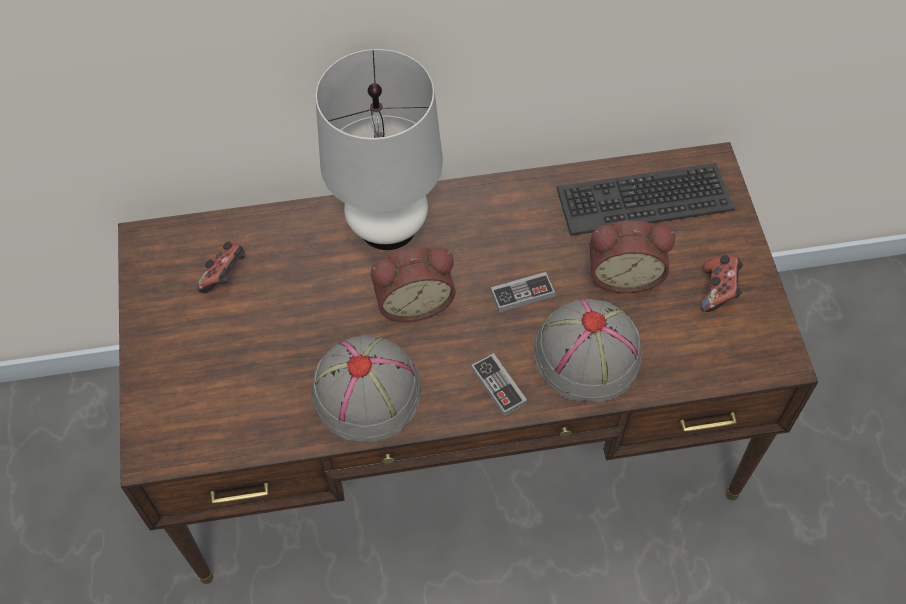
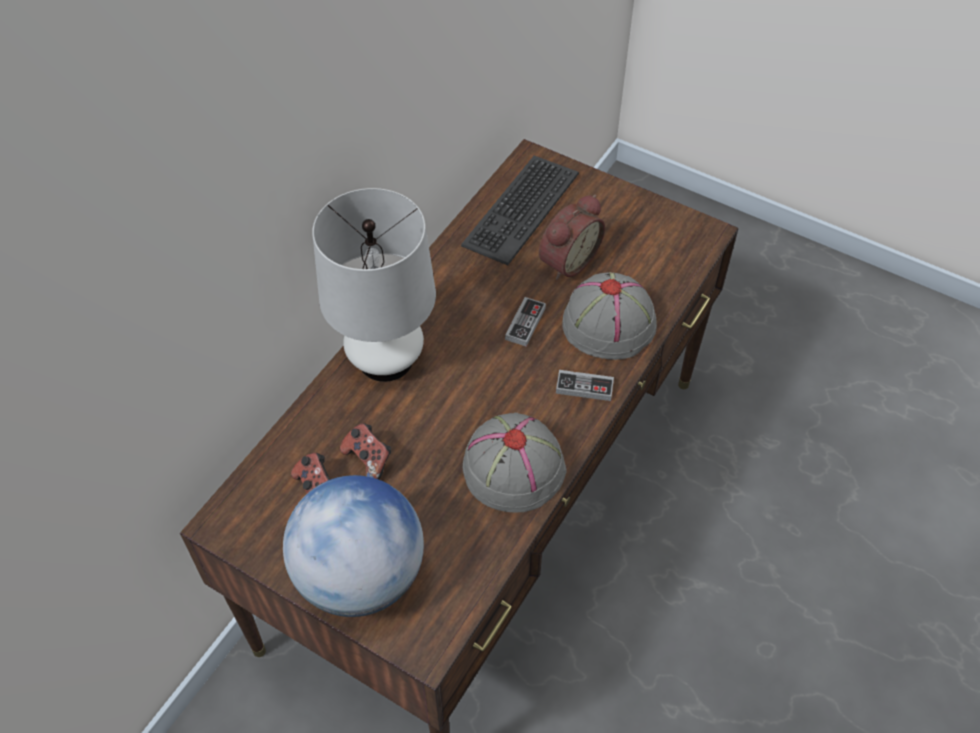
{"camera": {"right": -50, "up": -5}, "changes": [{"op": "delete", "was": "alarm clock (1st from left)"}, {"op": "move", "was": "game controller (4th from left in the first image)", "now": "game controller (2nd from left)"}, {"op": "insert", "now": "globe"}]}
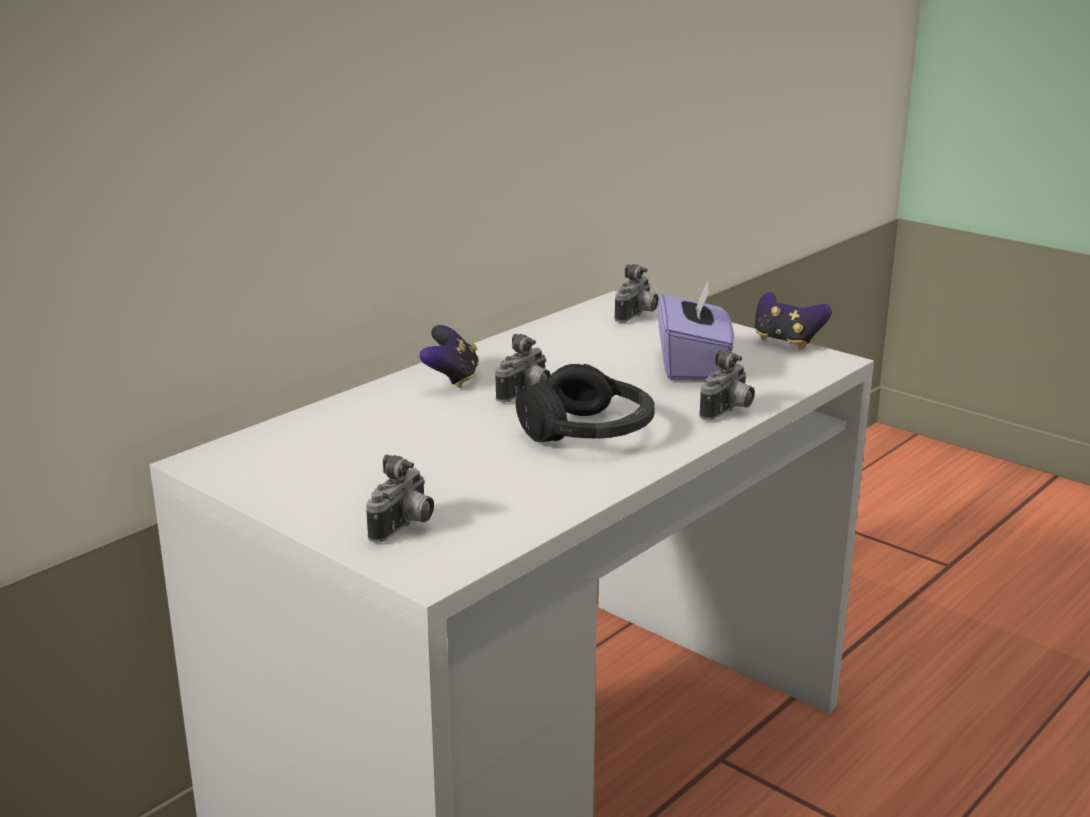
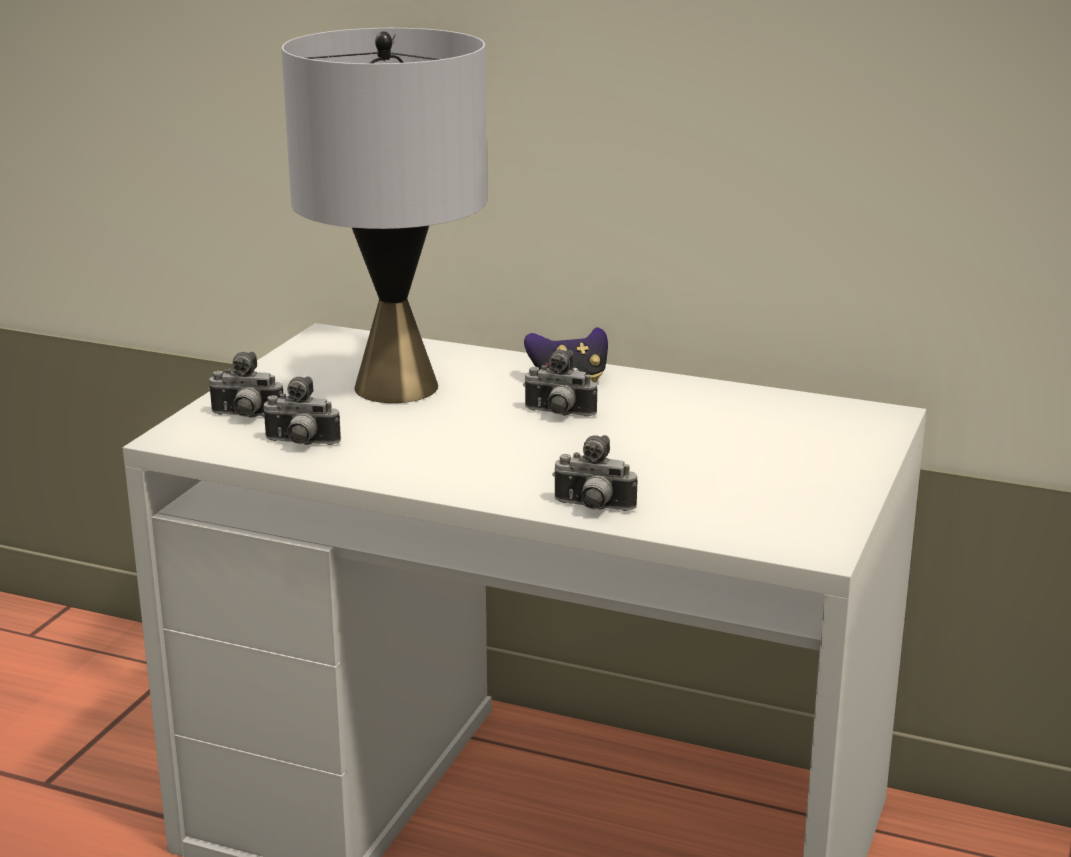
{"camera": {"right": 70, "up": 0}, "changes": [{"op": "move", "was": "photo camera (3rd from left in the first image)", "now": "photo camera (2nd from left)"}, {"op": "delete", "was": "tissue box (purple)"}, {"op": "delete", "was": "game controller (2nd from left)"}, {"op": "delete", "was": "headphones (black)"}, {"op": "insert", "now": "table lamp (grey)"}]}
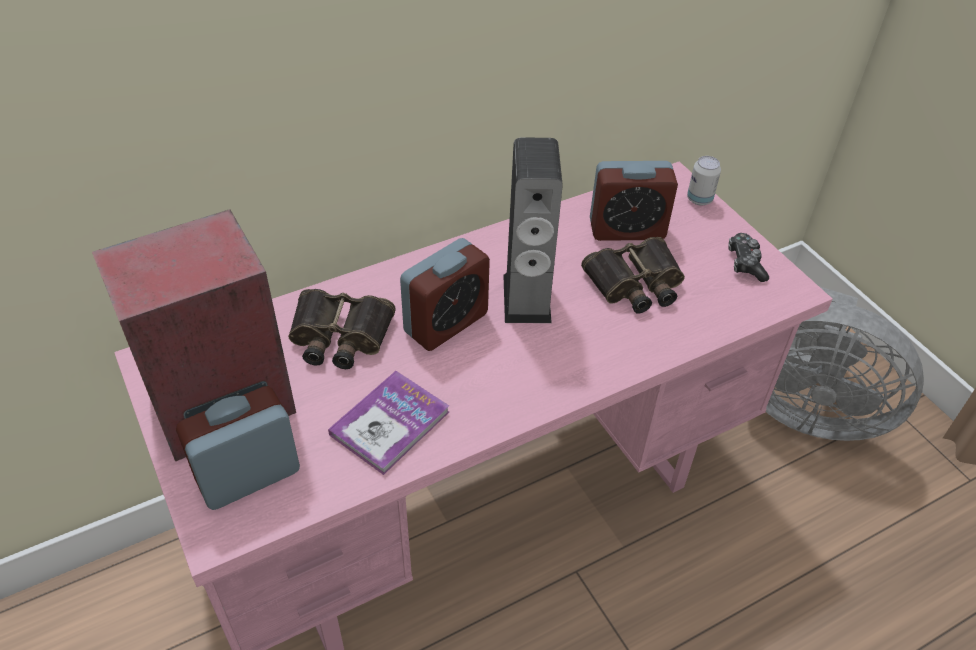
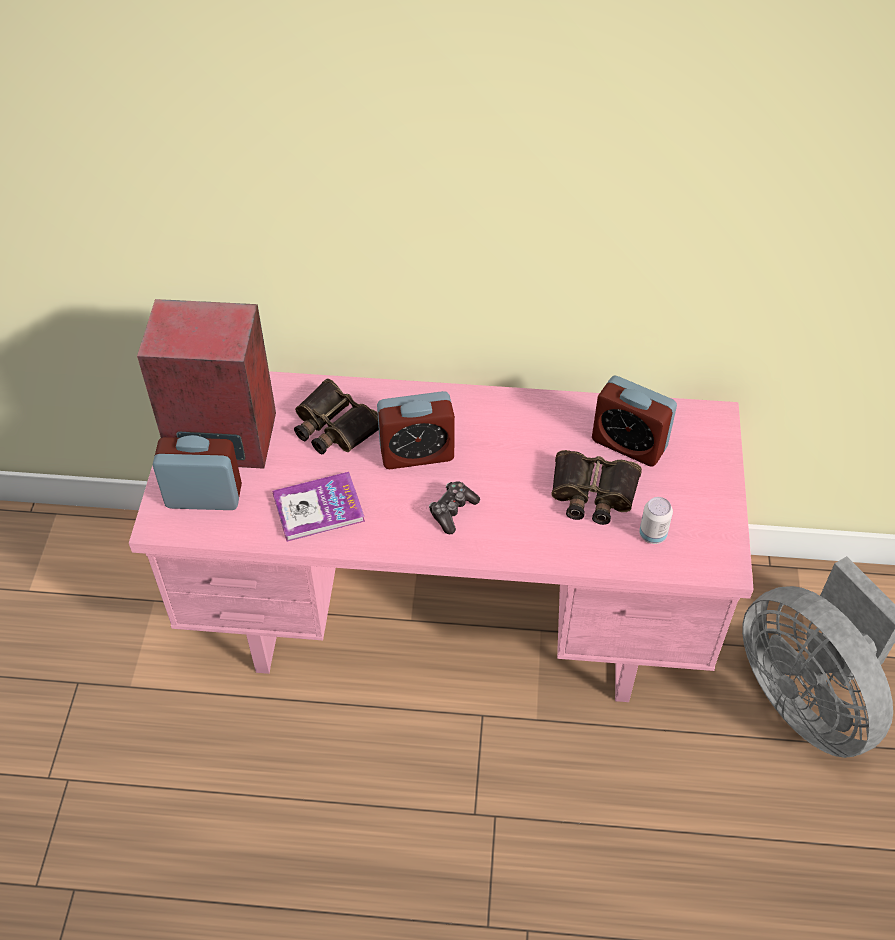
{"camera": {"right": 35, "up": 5}, "changes": [{"op": "delete", "was": "speaker (2nd from left)"}, {"op": "move", "was": "can"}, {"op": "move", "was": "game controller"}]}
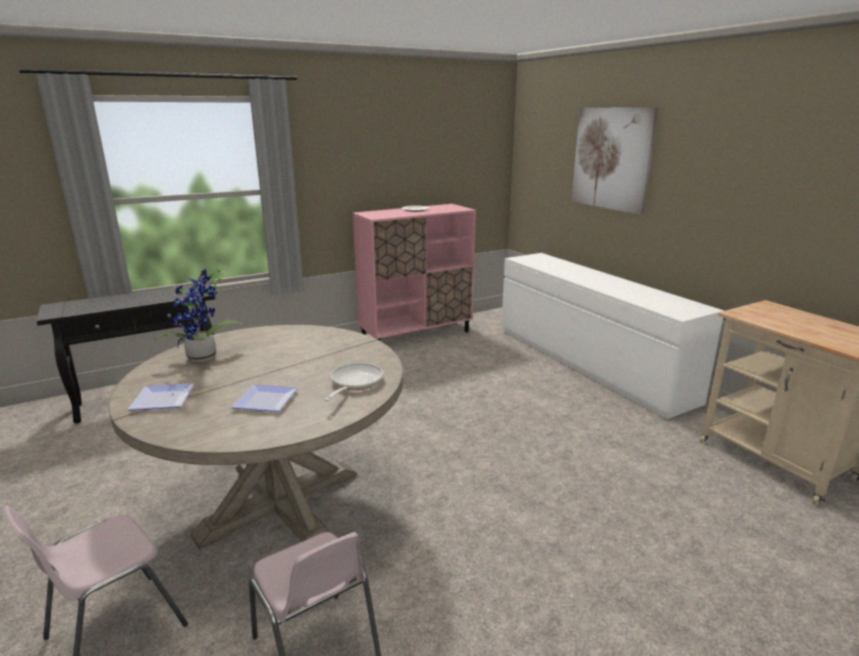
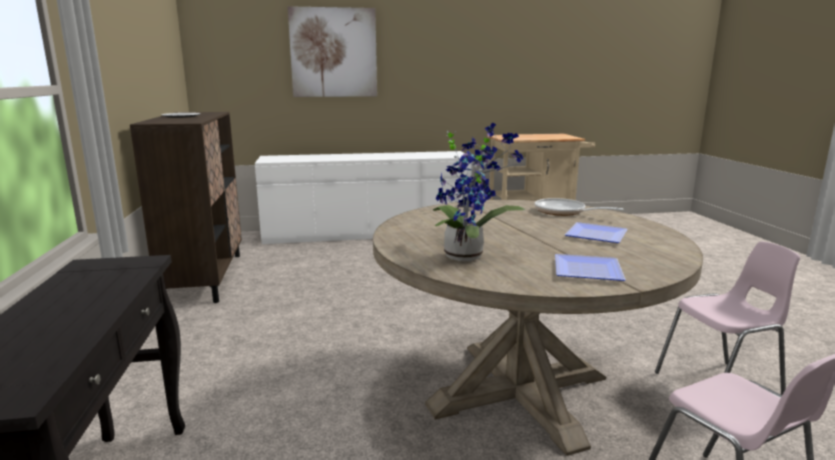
{"camera": {"right": -70, "up": -5}, "changes": [{"op": "recolor", "was": "cabinet (pink)", "now": "cabinet (brown)"}]}
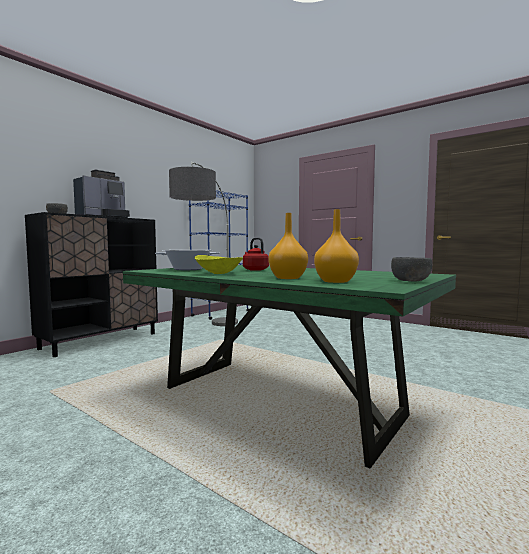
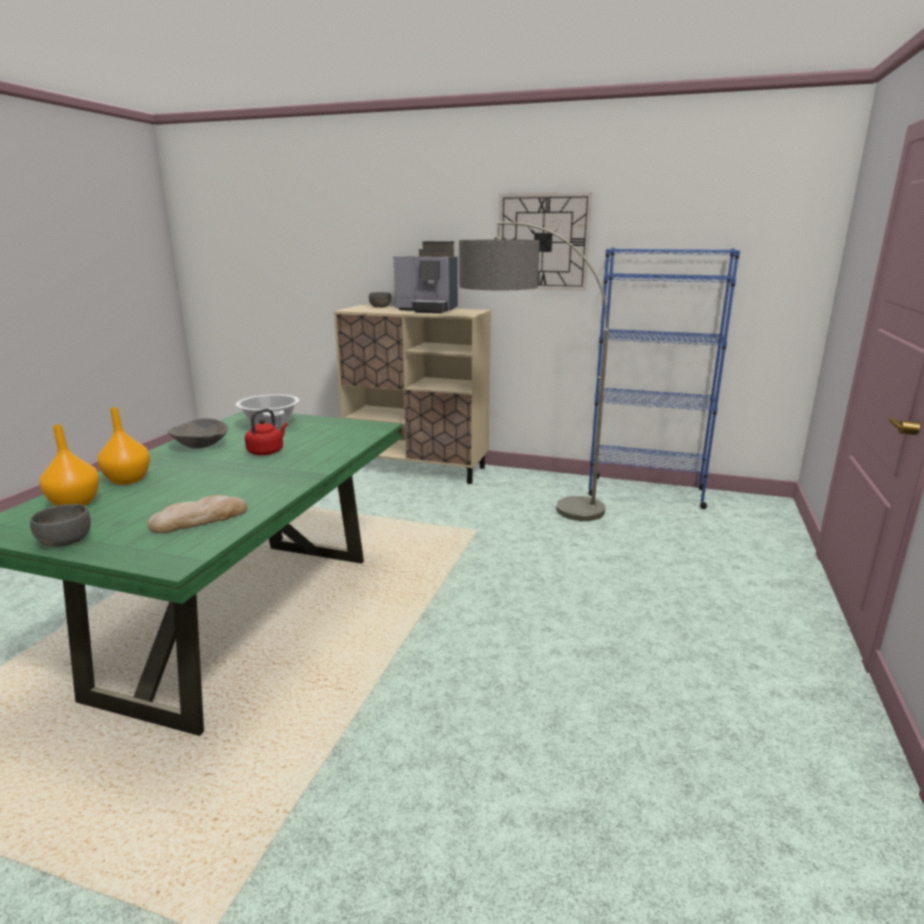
{"camera": {"right": 70, "up": 15}, "changes": [{"op": "recolor", "was": "cabinet (black)", "now": "cabinet (beige)"}, {"op": "recolor", "was": "bowl (yellow)", "now": "bowl (grey) (2nd from left)"}, {"op": "insert", "now": "wall clock"}, {"op": "insert", "now": "bread"}]}
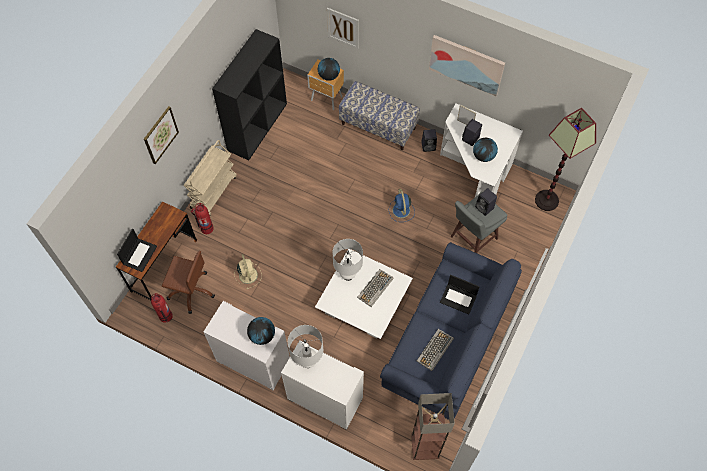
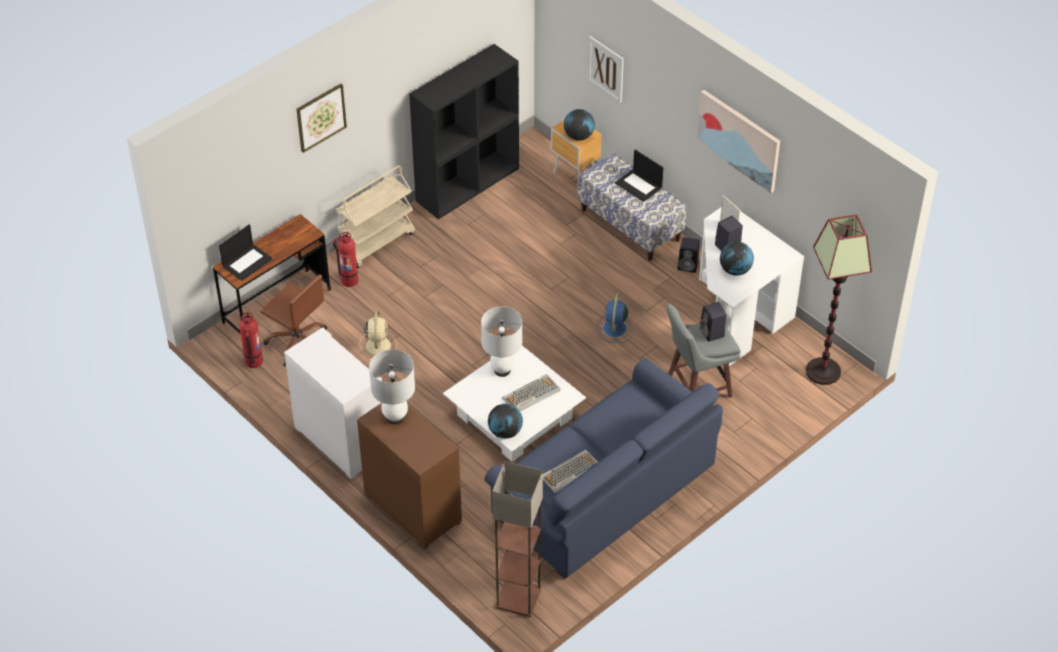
{"camera": {"right": 20, "up": -15}, "changes": [{"op": "move", "was": "laptop (2nd from left)"}, {"op": "move", "was": "globe (1st from left)"}, {"op": "recolor", "was": "cabinet (white) (2nd from left)", "now": "cabinet (brown)"}]}
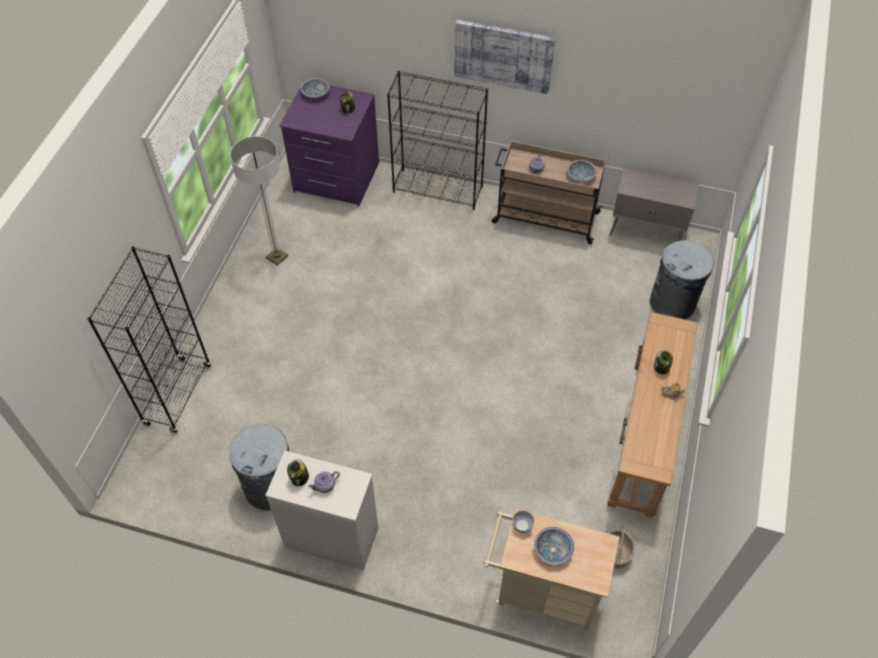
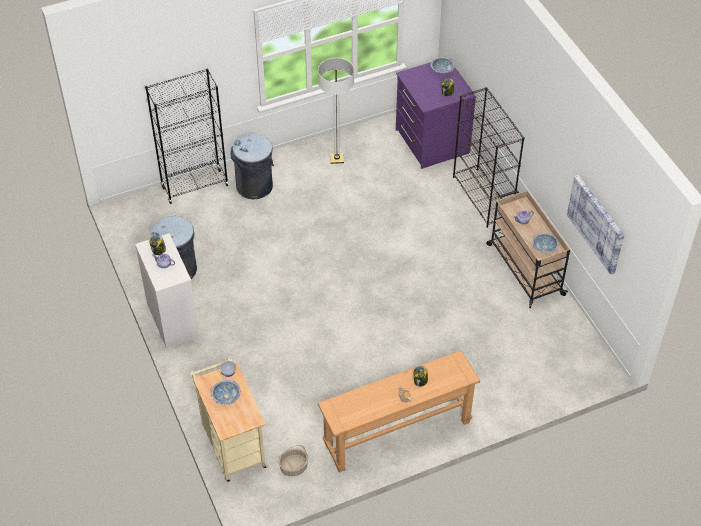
{"camera": {"right": 50, "up": -5}, "changes": [{"op": "move", "was": "picture"}, {"op": "delete", "was": "cabinet (grey)"}, {"op": "move", "was": "trash can (grey) (2nd from left)"}]}
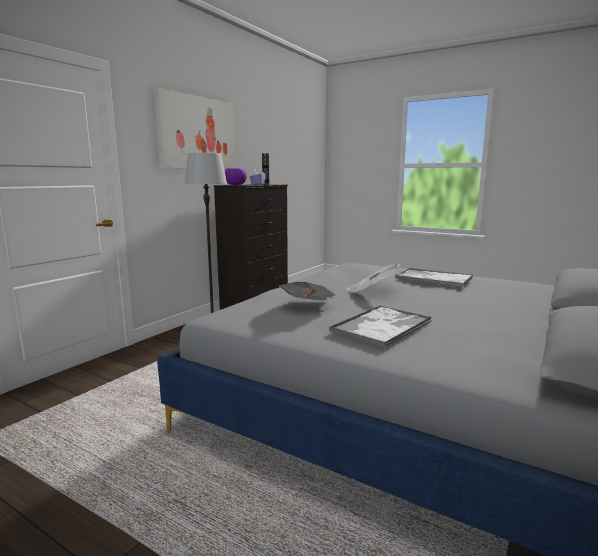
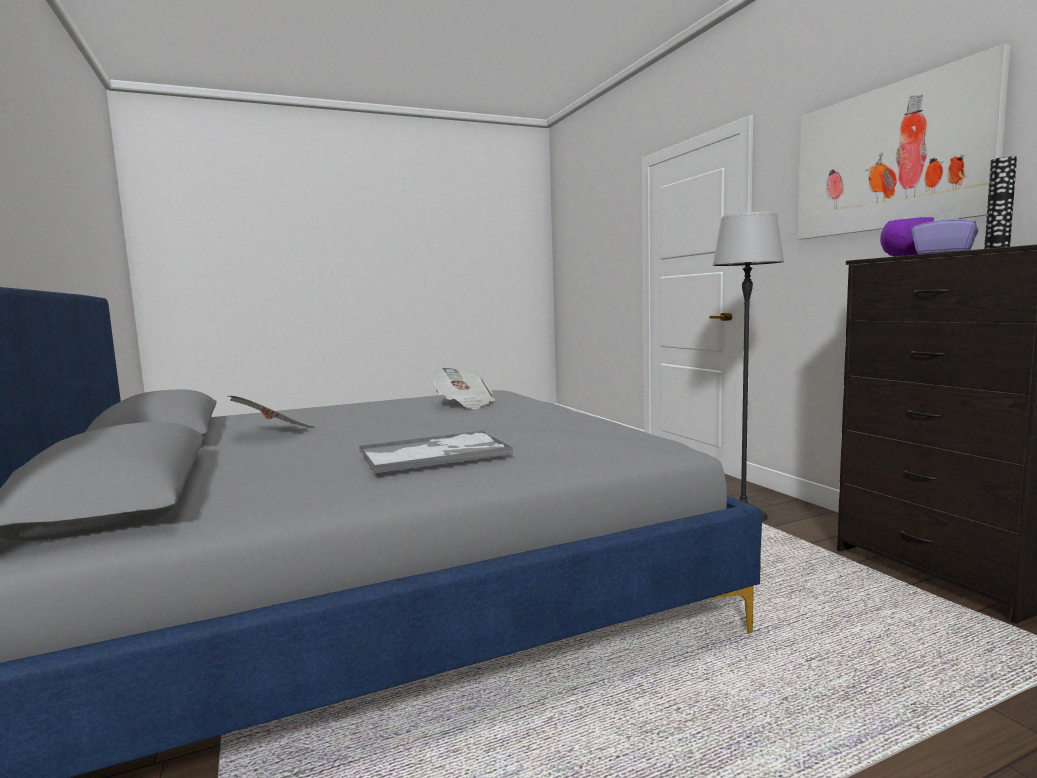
{"camera": {"right": 125, "up": -5}, "changes": [{"op": "move", "was": "newspaper (2nd from left in the first image)", "now": "newspaper (1st from left)"}, {"op": "delete", "was": "tray (1st from left)"}]}
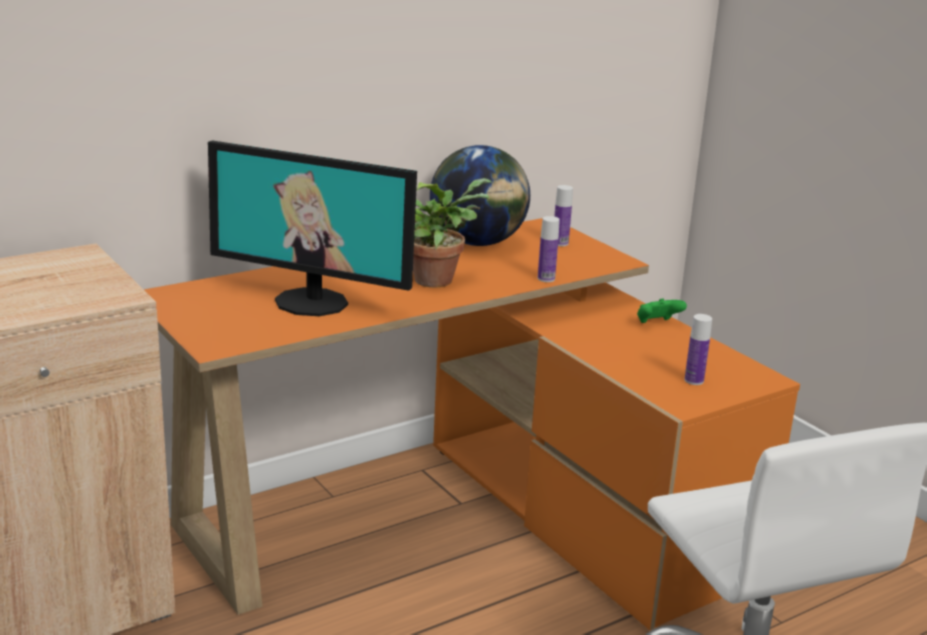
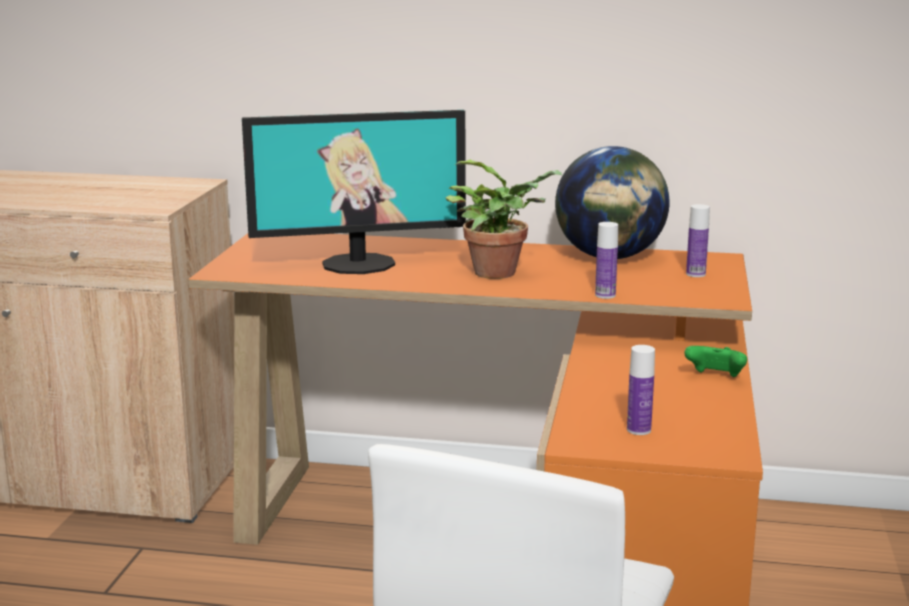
{"camera": {"right": 45, "up": -5}, "changes": [{"op": "rotate", "was": "monitor", "clockwise": -75}]}
